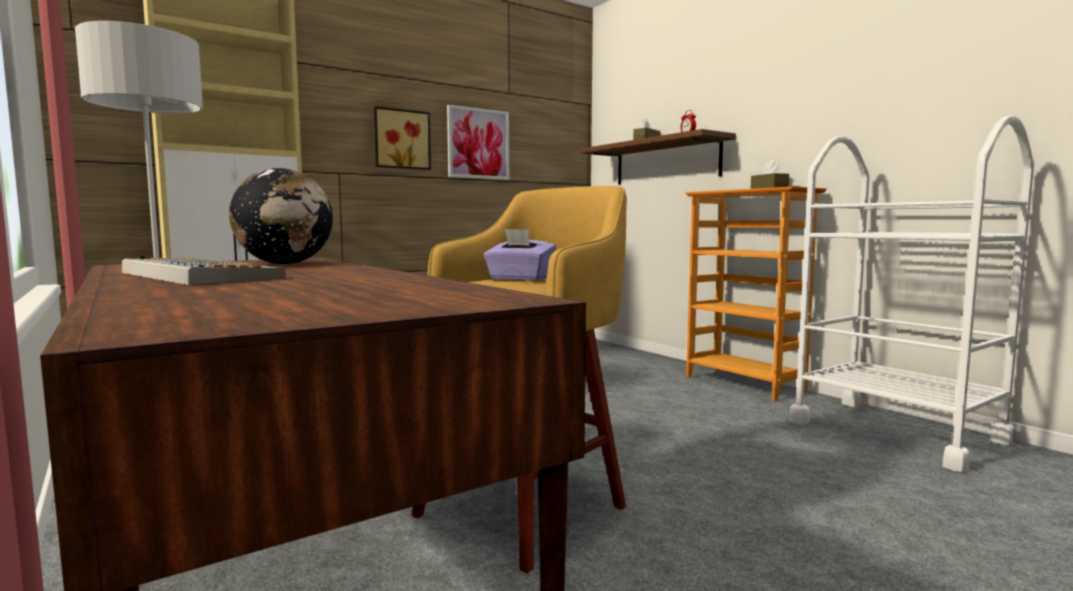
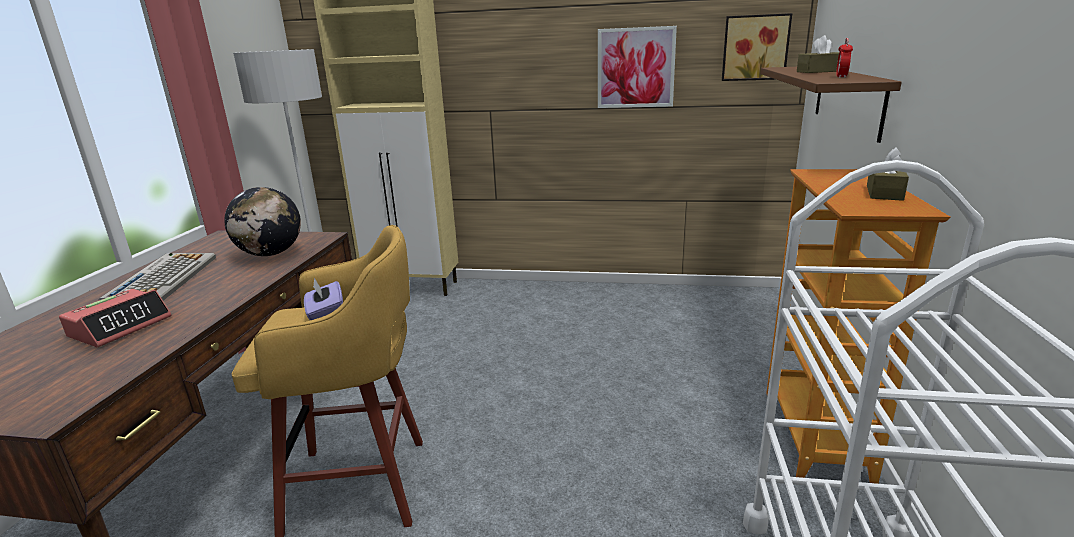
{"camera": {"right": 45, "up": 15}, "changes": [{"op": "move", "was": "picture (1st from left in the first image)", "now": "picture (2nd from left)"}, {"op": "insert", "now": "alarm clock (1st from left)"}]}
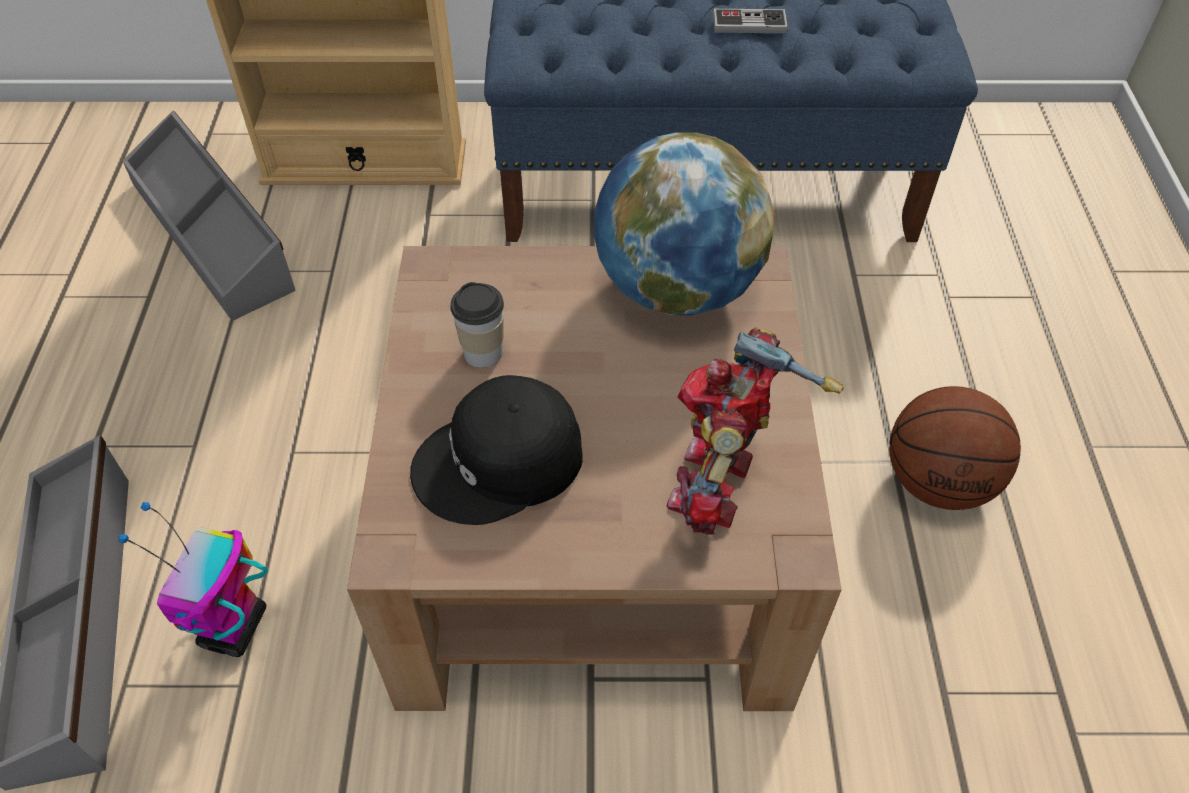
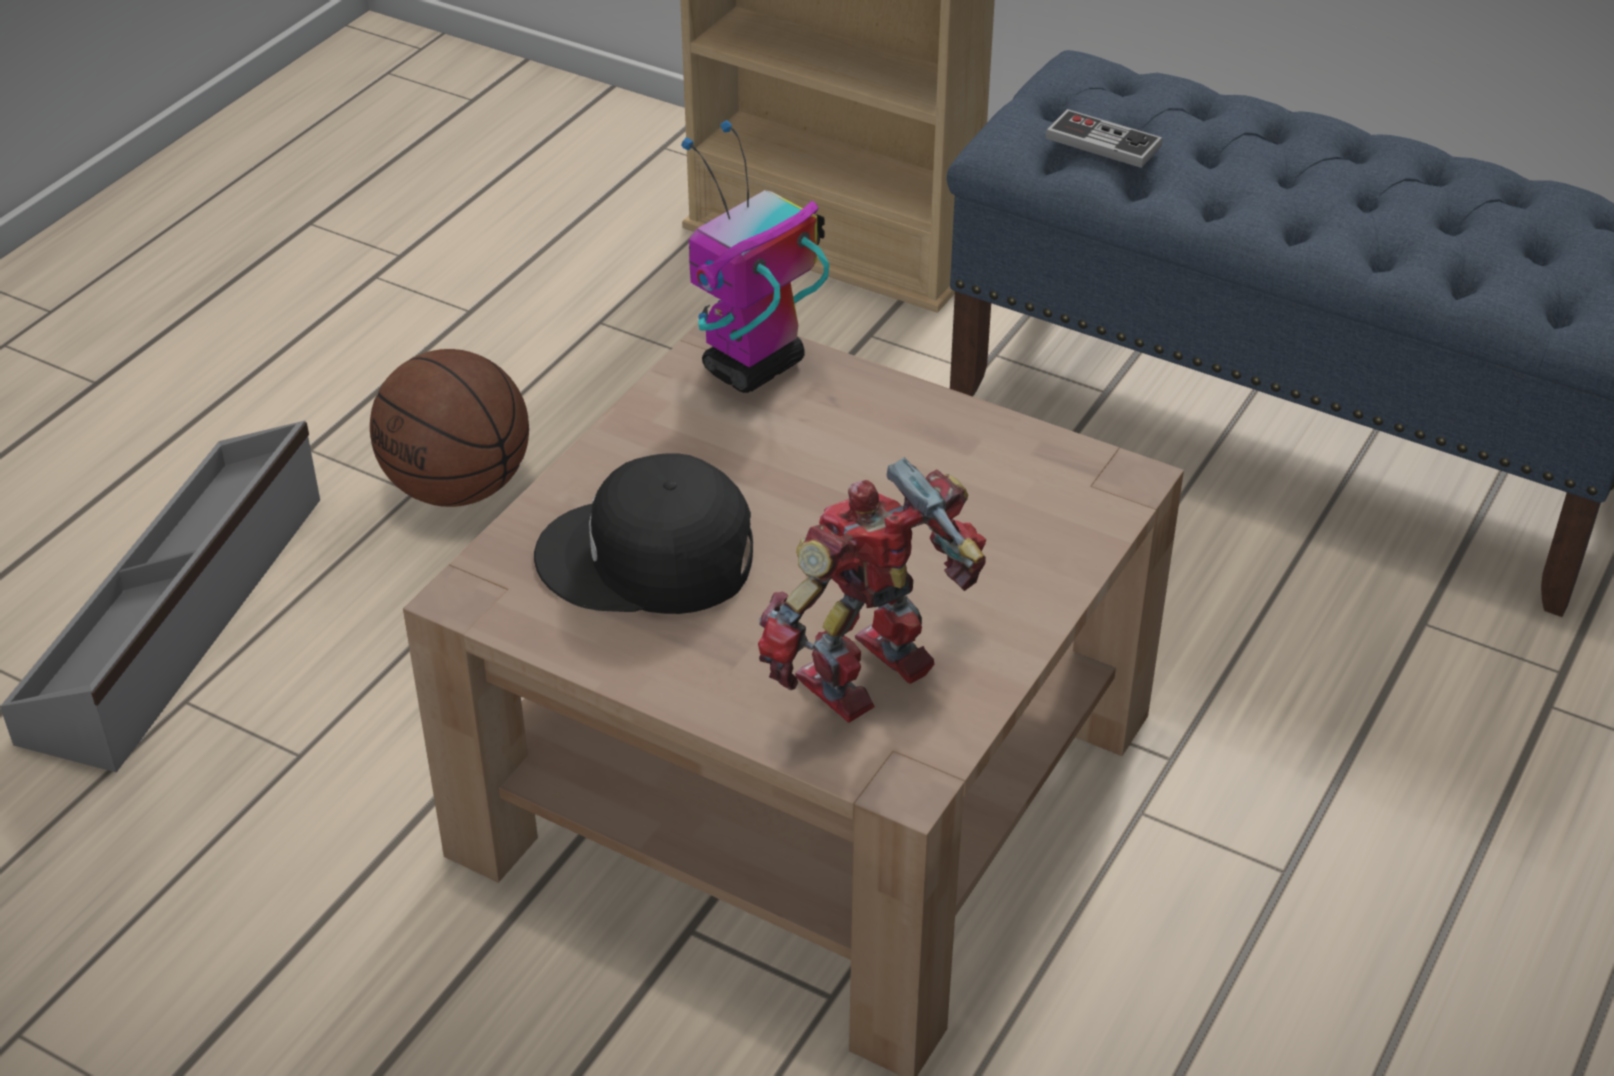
{"camera": {"right": 30, "up": -10}, "changes": [{"op": "move", "was": "game controller"}, {"op": "delete", "was": "storage box (grey) (2nd from left)"}, {"op": "delete", "was": "globe"}, {"op": "delete", "was": "cup"}, {"op": "move", "was": "basketball"}, {"op": "move", "was": "toy robot (1st from left)"}]}
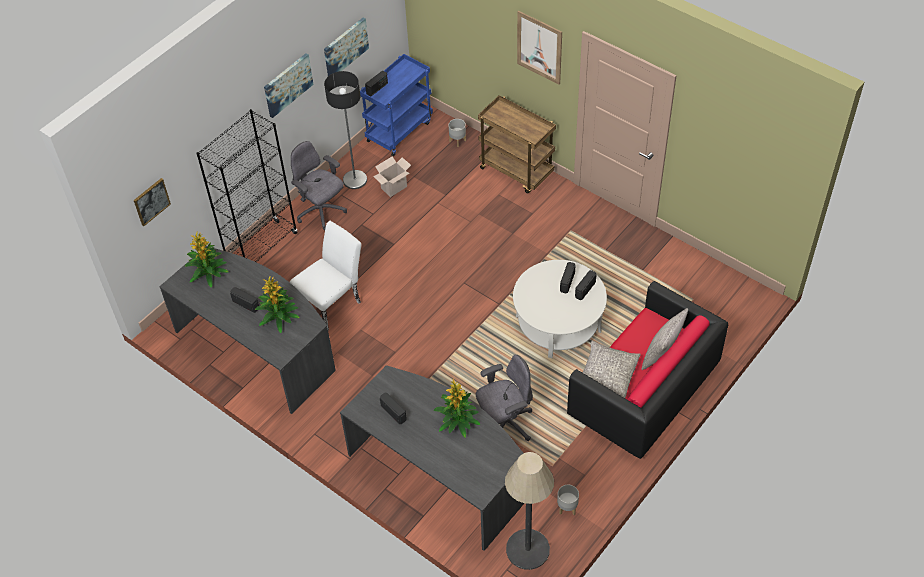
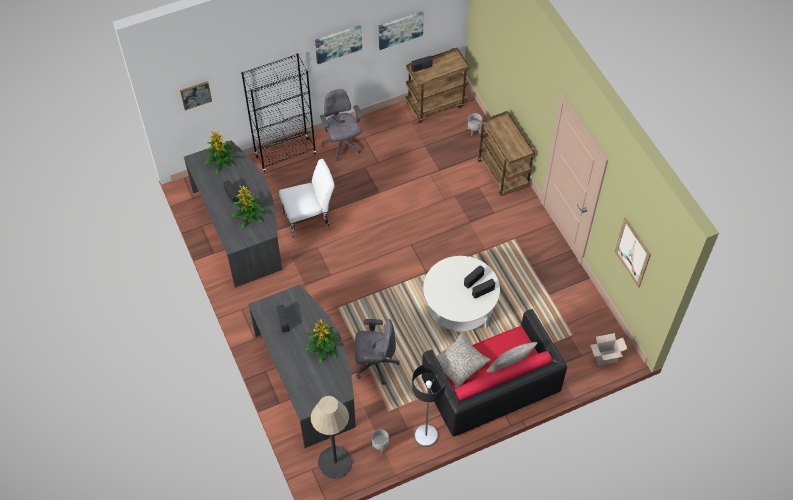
{"camera": {"right": 25, "up": 5}, "changes": [{"op": "move", "was": "picture (4th from left)"}, {"op": "recolor", "was": "cart (blue)", "now": "cart (brown) (1st from left)"}, {"op": "move", "was": "floor lamp (1st from left in the first image)", "now": "floor lamp (2nd from left)"}, {"op": "move", "was": "cardboard box"}]}
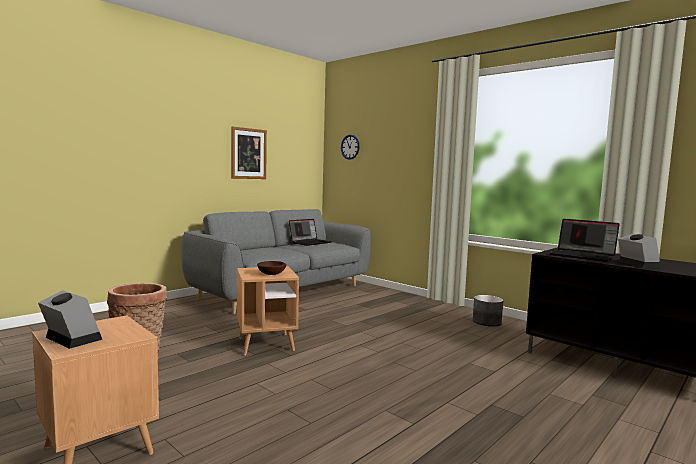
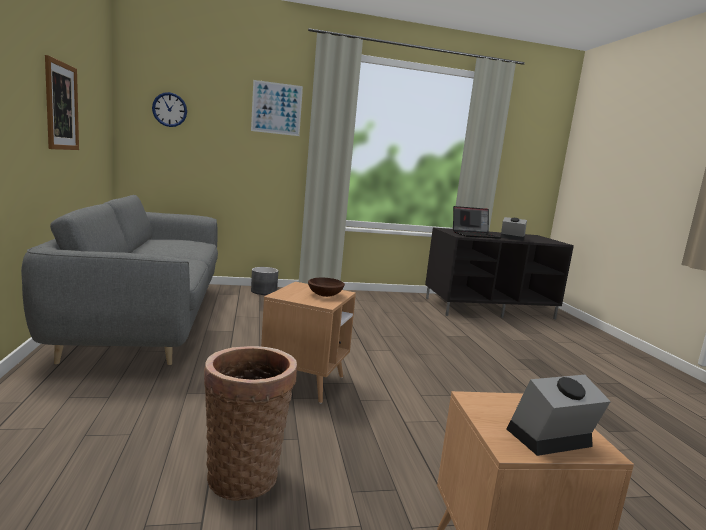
{"camera": {"right": -55, "up": 5}, "changes": [{"op": "delete", "was": "laptop (1st from left)"}, {"op": "move", "was": "planter (grey)"}, {"op": "insert", "now": "picture (2nd from left)"}]}
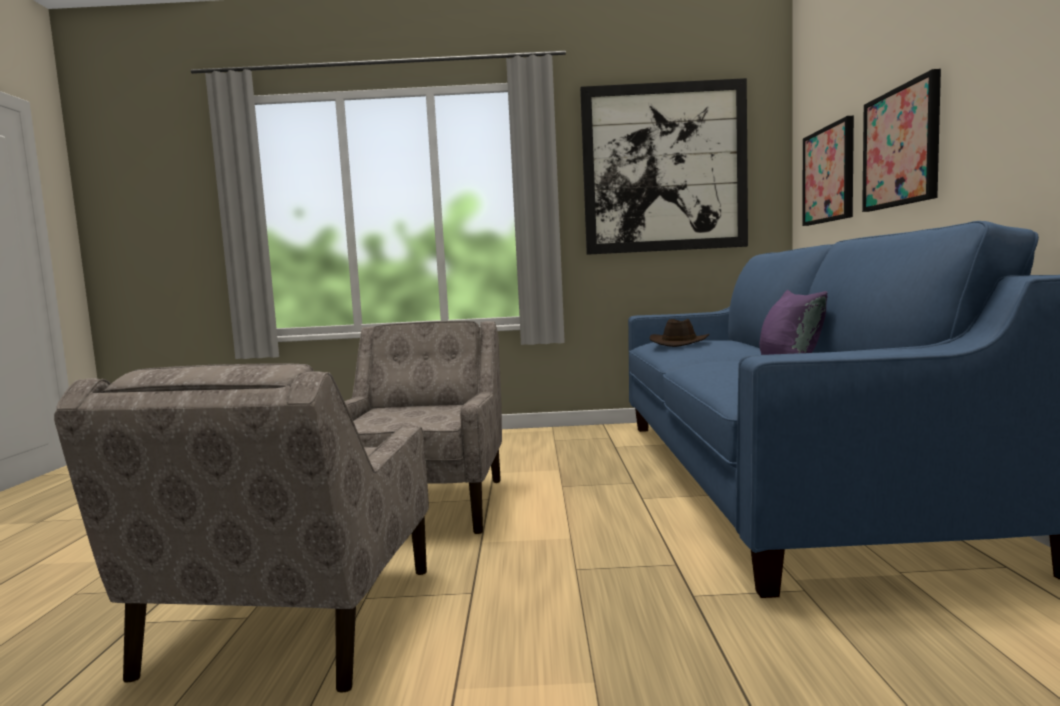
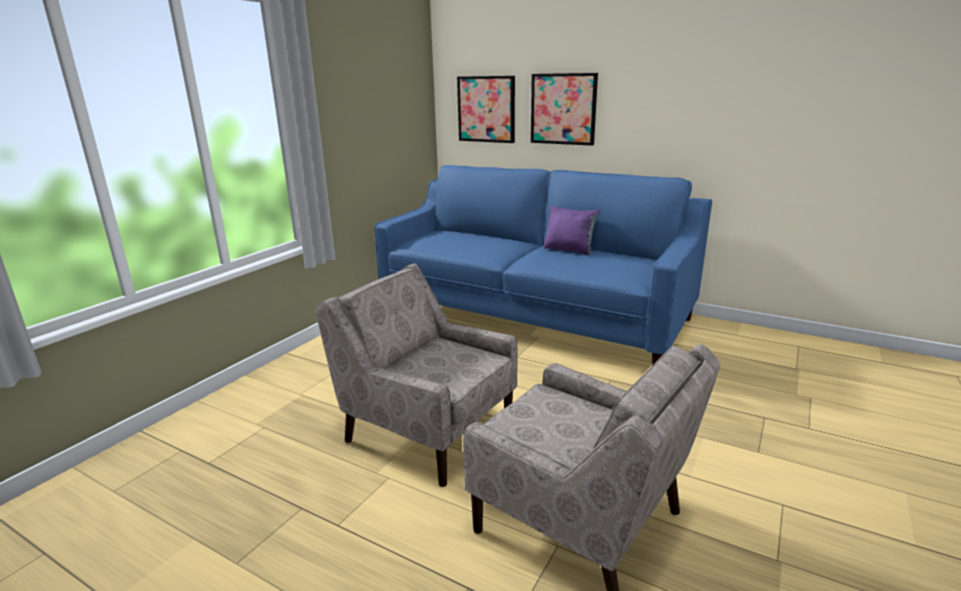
{"camera": {"right": -60, "up": 15}, "changes": [{"op": "delete", "was": "picture (1st from left)"}, {"op": "delete", "was": "hat (brown)"}]}
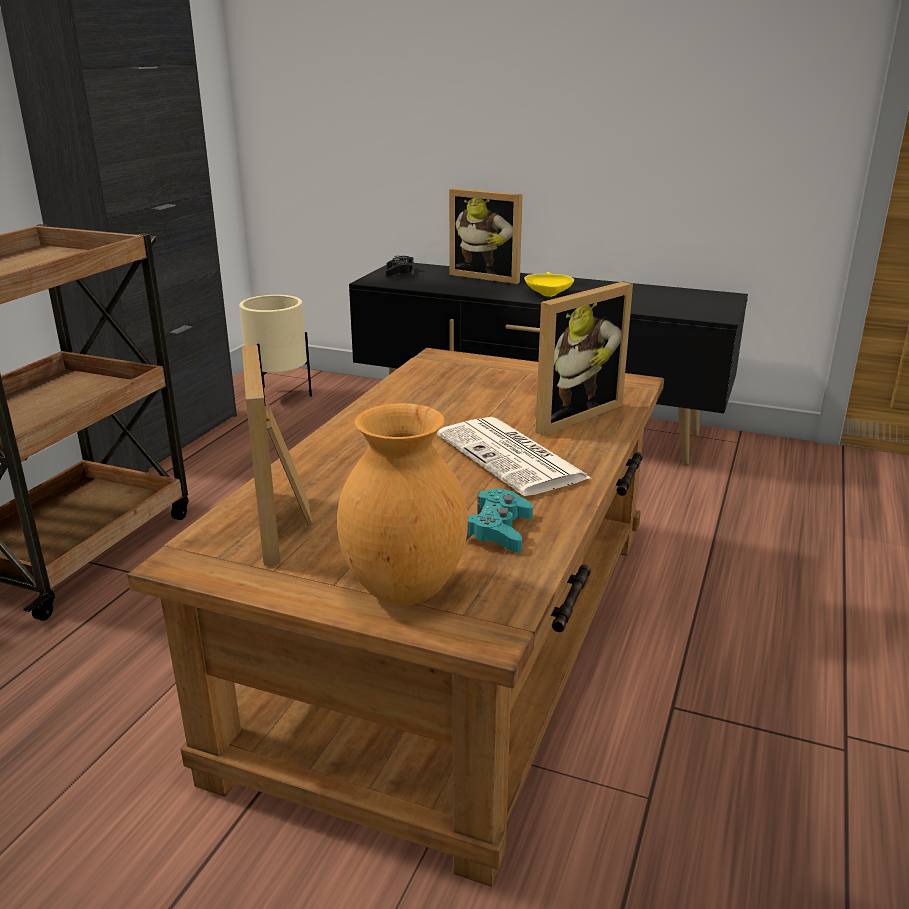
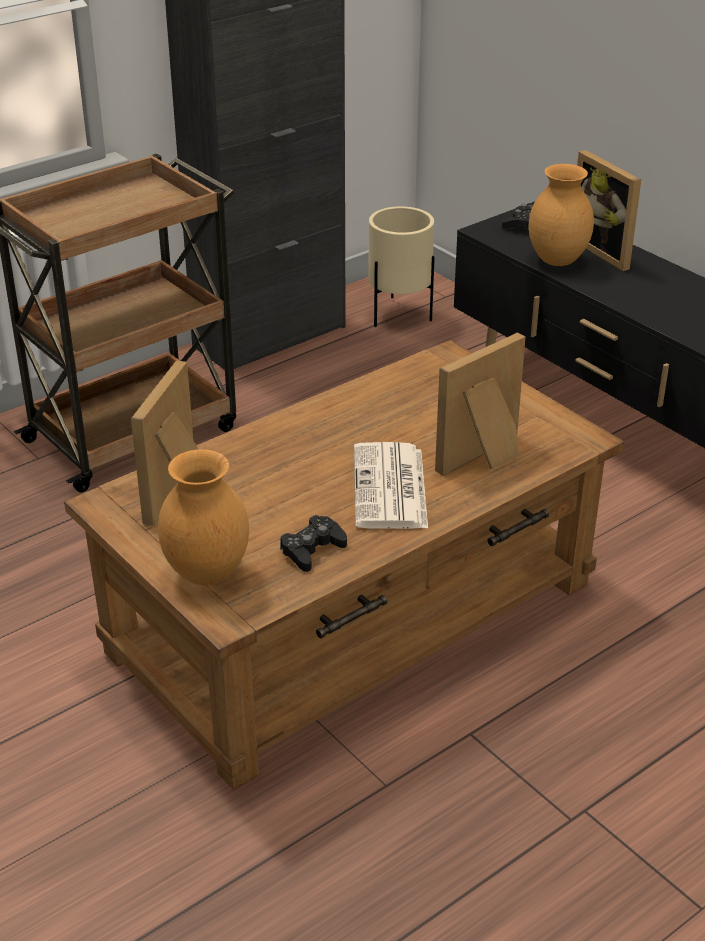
{"camera": {"right": 30, "up": 10}, "changes": [{"op": "delete", "was": "bowl (yellow)"}, {"op": "rotate", "was": "picture frame (3rd from left in the first image)", "clockwise": 150}, {"op": "recolor", "was": "game controller (turquoise)", "now": "game controller (black) (1st from left)"}, {"op": "insert", "now": "vase (brown) (2nd from left)"}]}
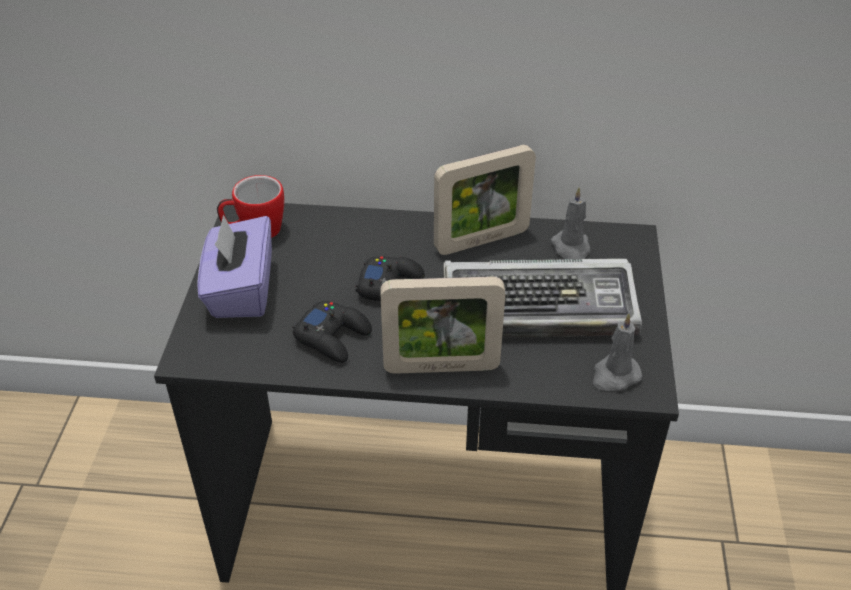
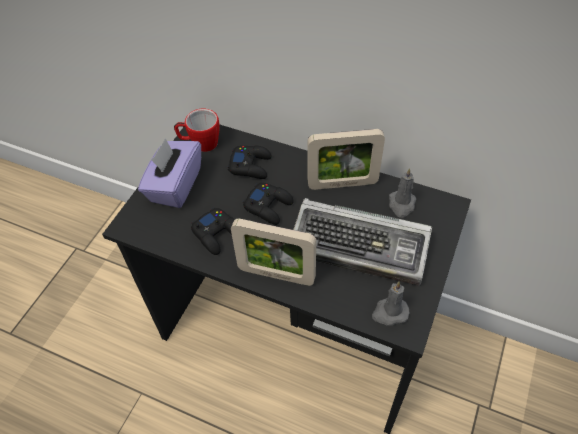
{"camera": {"right": 20, "up": 10}, "changes": [{"op": "insert", "now": "game controller (black) (2nd from left)"}]}
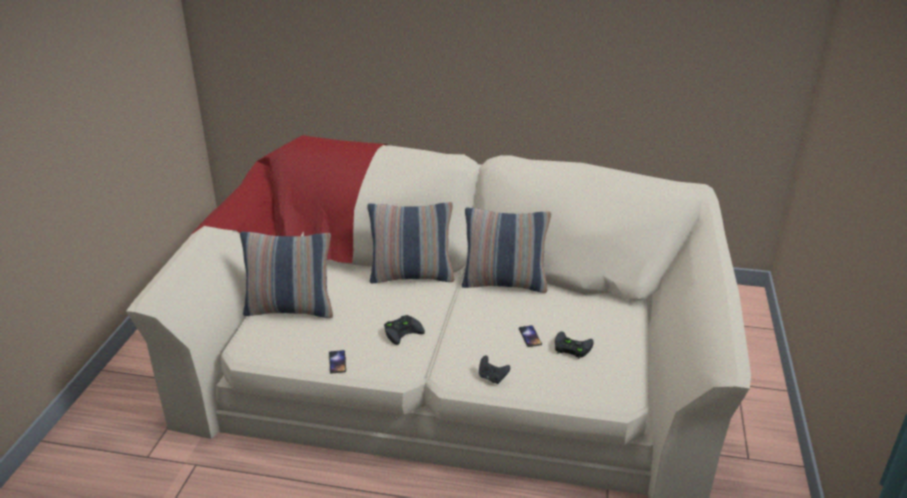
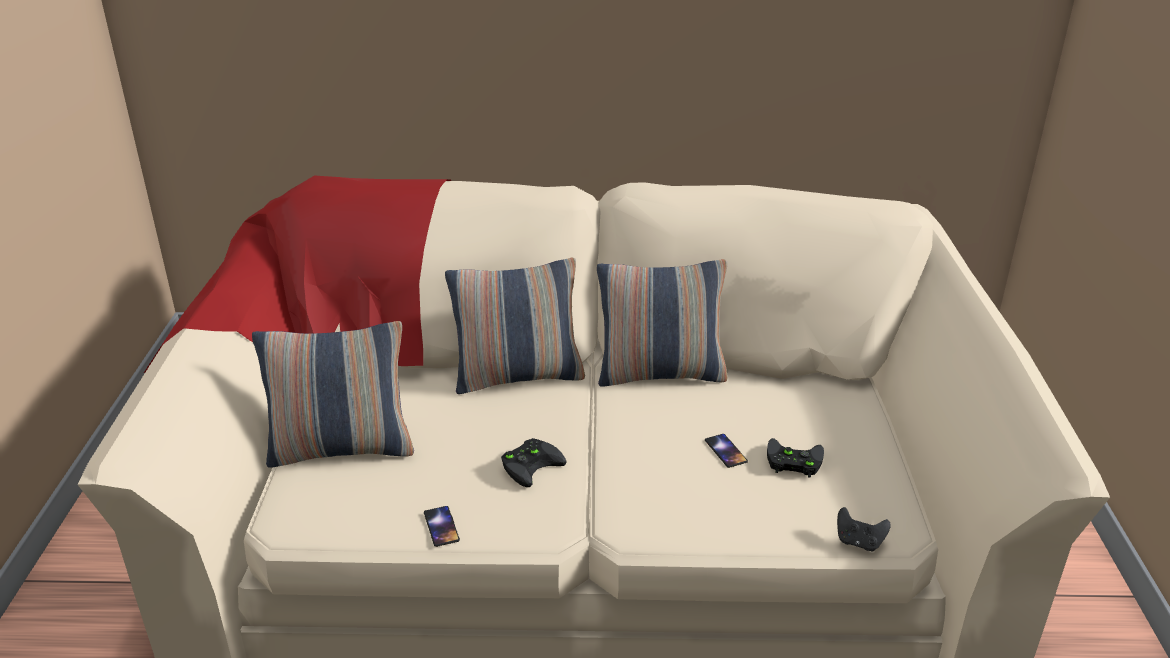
{"camera": {"right": -10, "up": 0}, "changes": [{"op": "move", "was": "game controller (black) (2nd from left in the first image)", "now": "game controller (black) (3rd from left)"}]}
